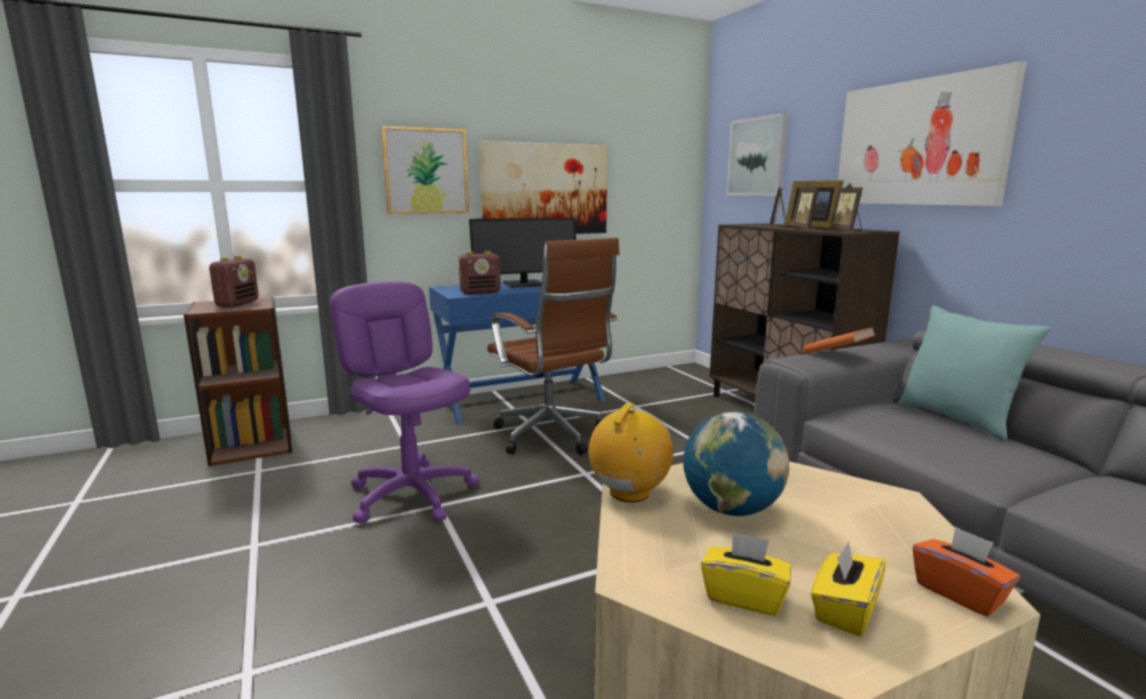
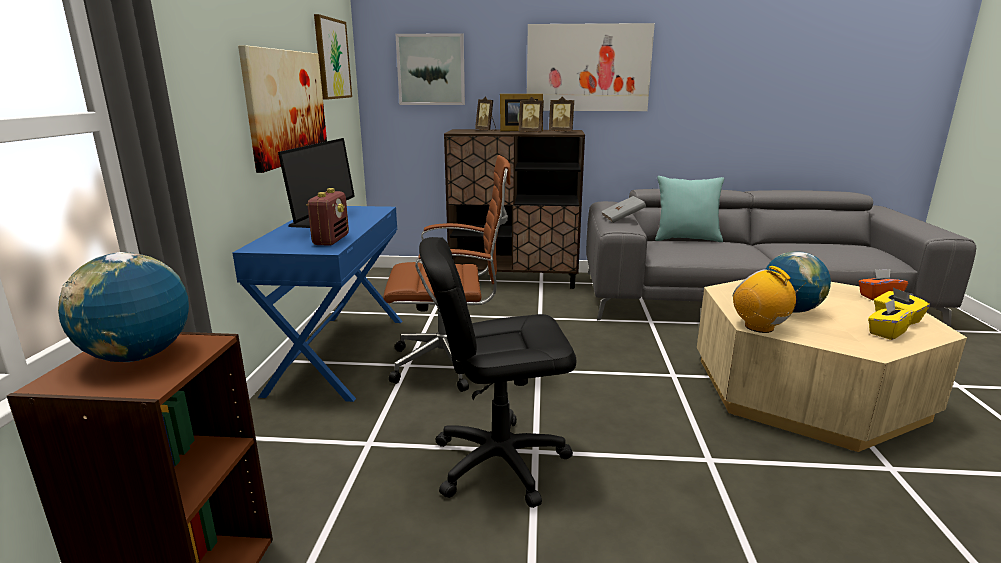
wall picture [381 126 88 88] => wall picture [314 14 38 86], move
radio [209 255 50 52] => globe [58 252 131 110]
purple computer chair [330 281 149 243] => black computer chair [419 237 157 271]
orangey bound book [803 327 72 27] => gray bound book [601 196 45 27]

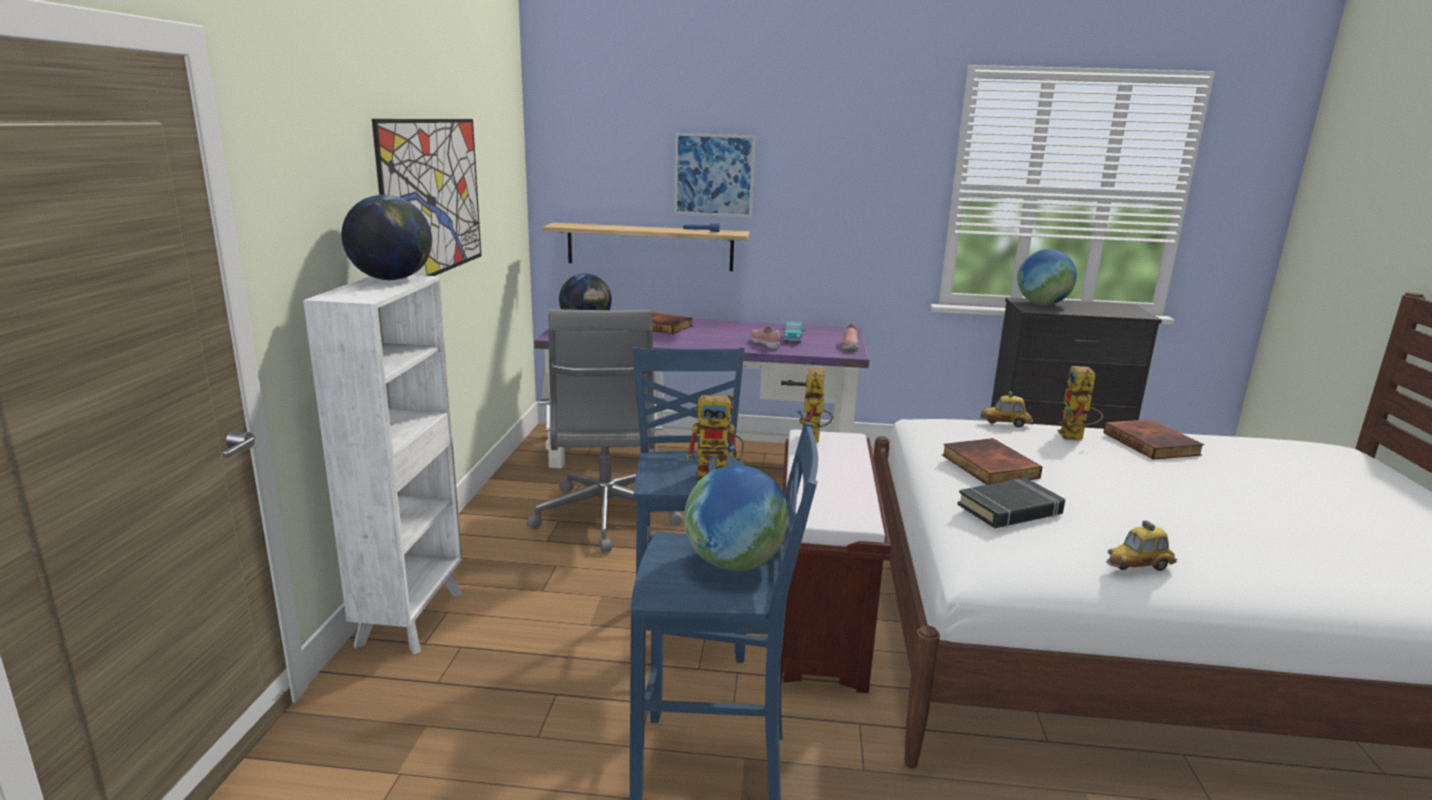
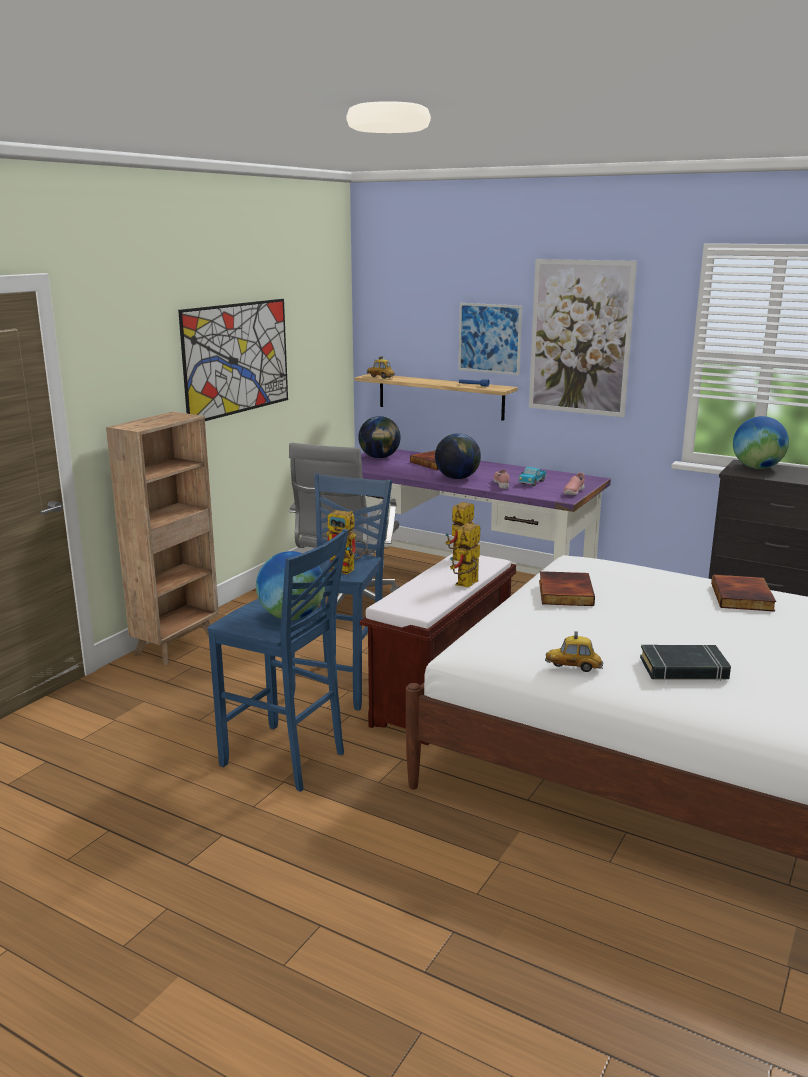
nothing => wall picture [529 259 108 158]
globe [342 195 90 85] => globe [435 433 46 46], move
black bound book [957 478 108 50] => black bound book [640 645 91 36], move
toy car [980 391 53 36] => toy car [367 356 28 23], move
model robot [1057 366 46 74] => model robot [450 523 30 64], move
white-coloured shelving unit [303 275 159 379] => brown-coloured shelving unit [106 412 113 253]

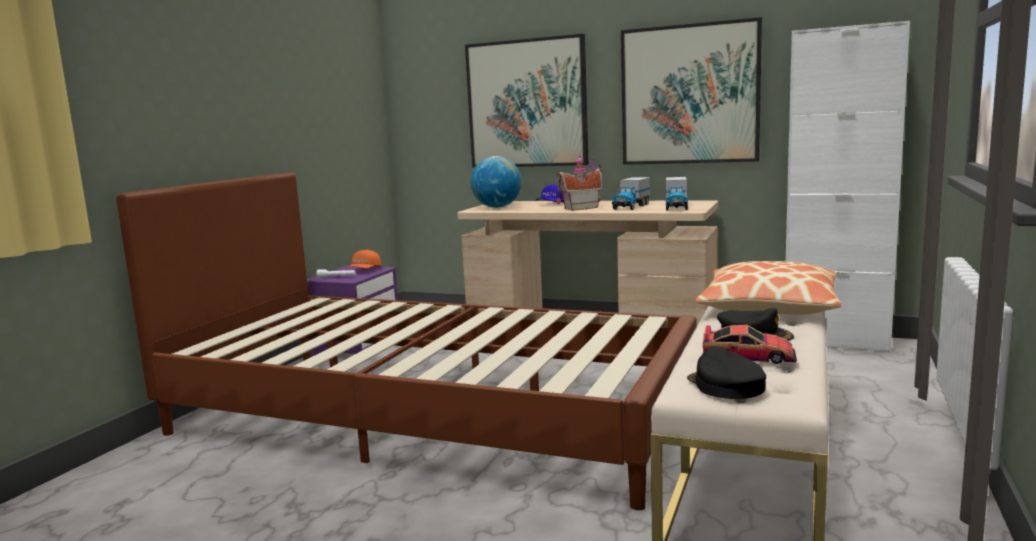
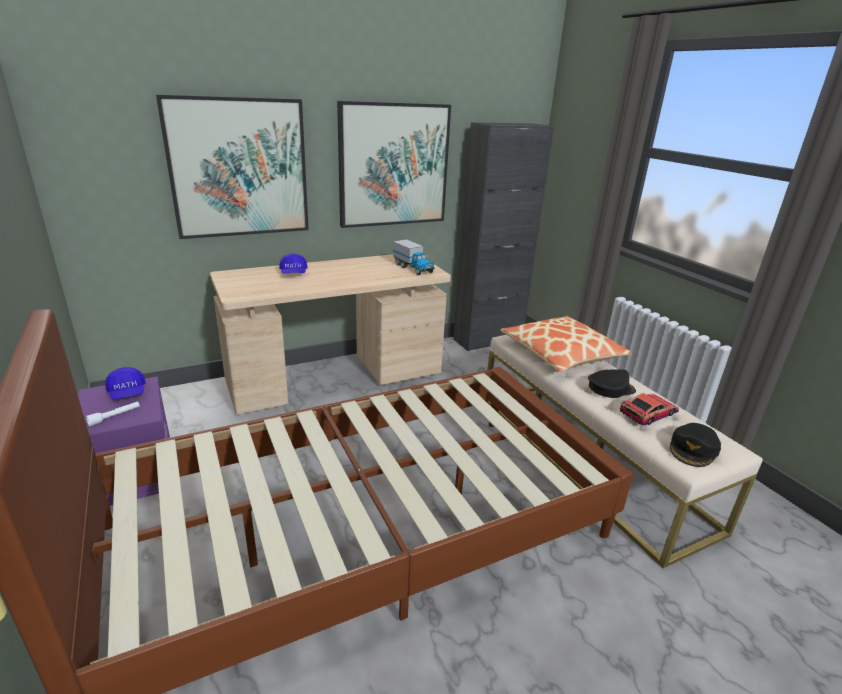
globe [471 156 51 52] => nothing
toy house [556 154 46 57] => nothing
model truck [612 177 38 33] => nothing
orangey baseball cap [347 250 35 18] => blue baseball cap [106 367 40 32]
white-coloured cabinet [786 21 124 332] => black cabinet [453 122 101 229]
black baseball cap [687 346 79 53] => black baseball cap [670 423 51 44], 75 degrees counterclockwise

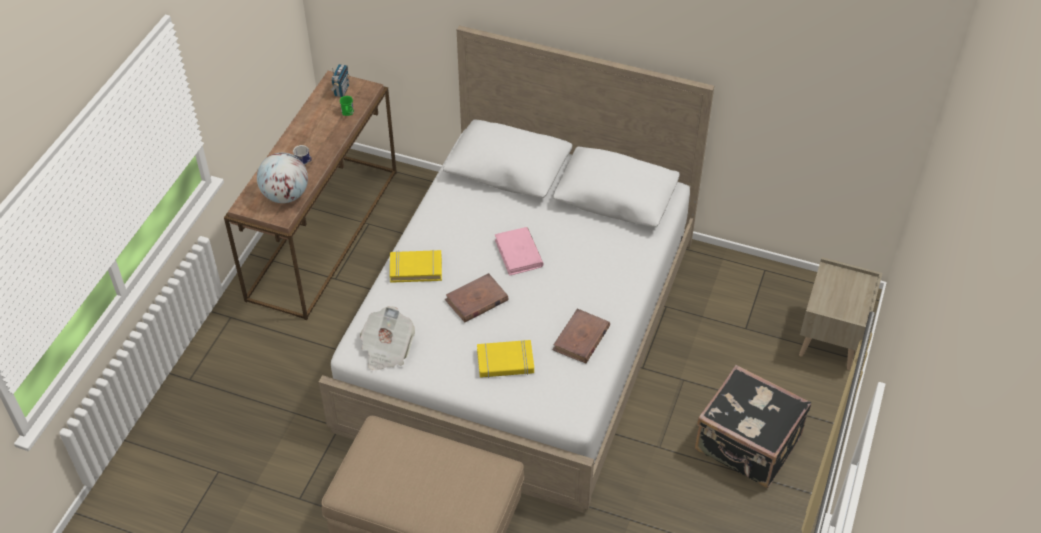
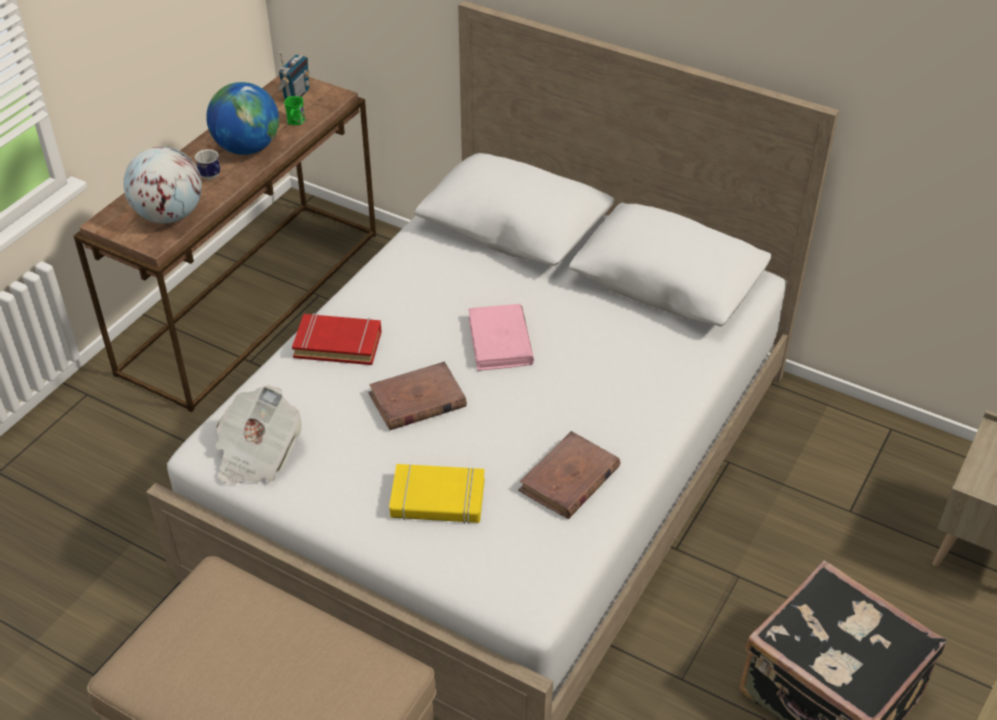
nothing => globe [206 82 73 73]
yellow-coloured bound book [390 250 52 33] => reddish bound book [292 313 90 52]

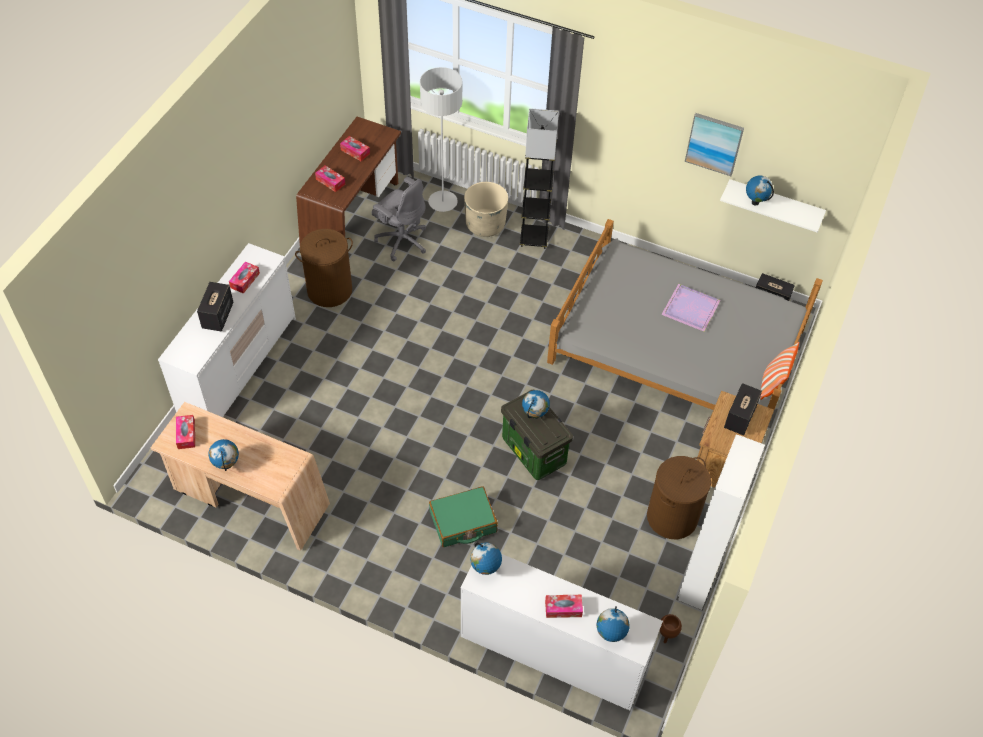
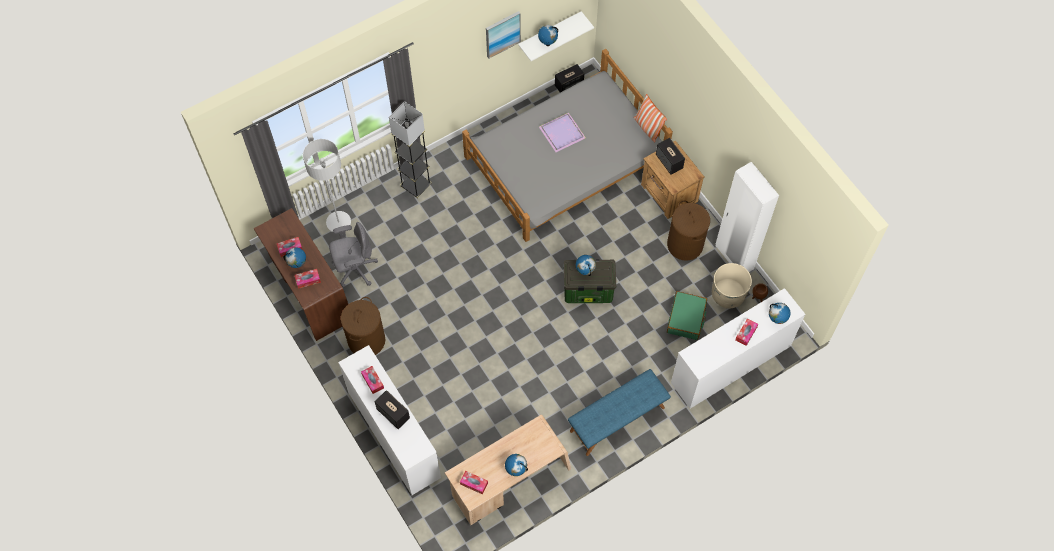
nothing => blue bench [568 369 103 87]
green suitcase [429 486 69 61] => green suitcase [667 291 40 49], move
beige flower pot [464 182 44 55] => beige flower pot [712 263 40 45], move
globe [470 543 32 32] => globe [283 247 23 21], move

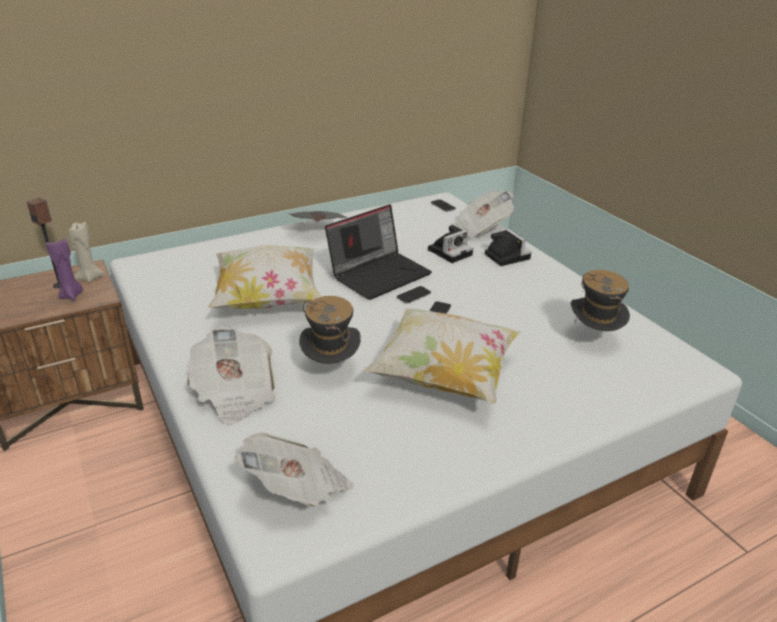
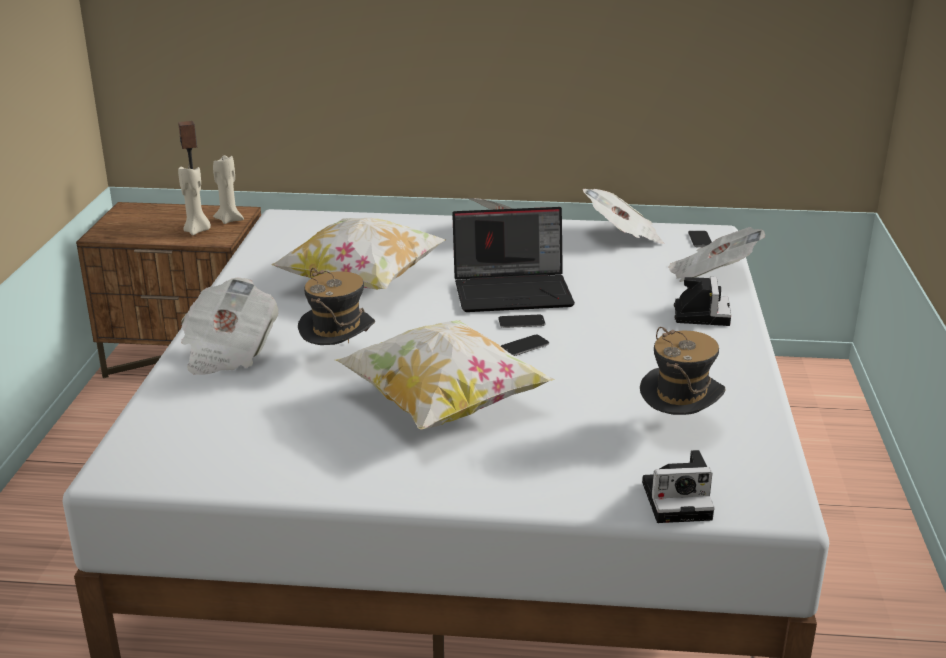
daily paper [235 433 119 74] => daily paper [583 189 81 55], move
still camera [428 225 45 38] => still camera [642 450 73 73], move
purple wax light [46 239 37 62] => beige wax light [178 164 33 71]

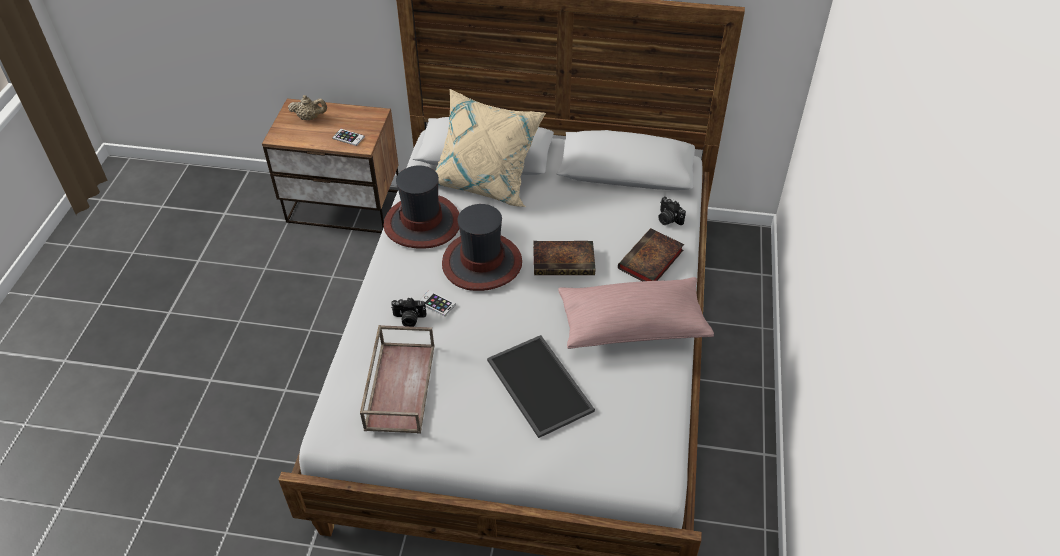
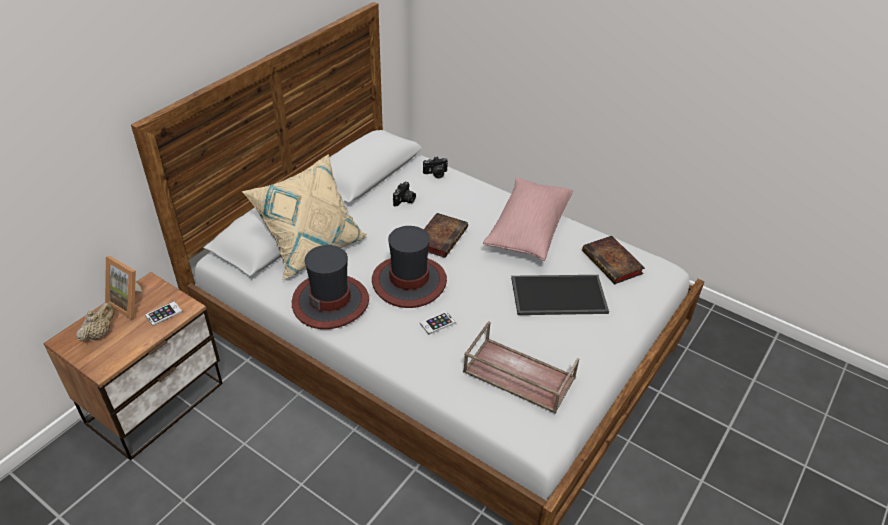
nothing => picture frame [105 256 37 64]
still camera [391 298 35 29] => still camera [393 181 23 26], move
bound book [618 228 66 53] => bound book [582 236 63 48], move

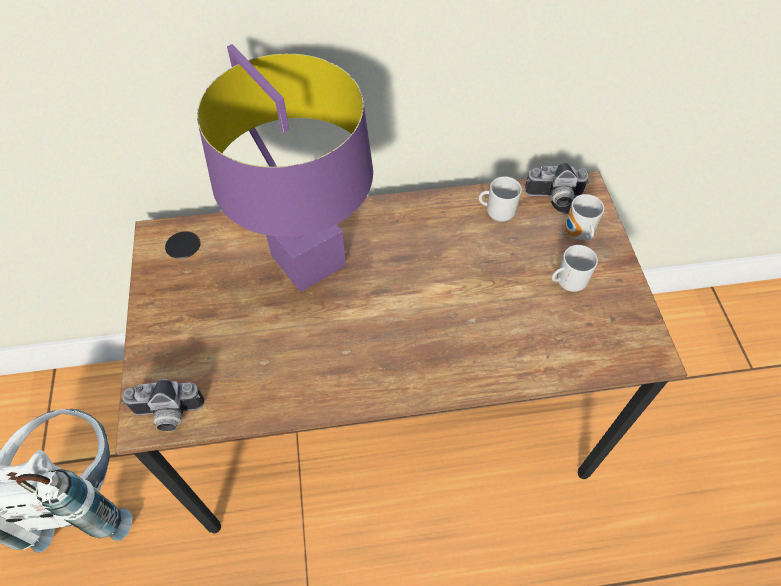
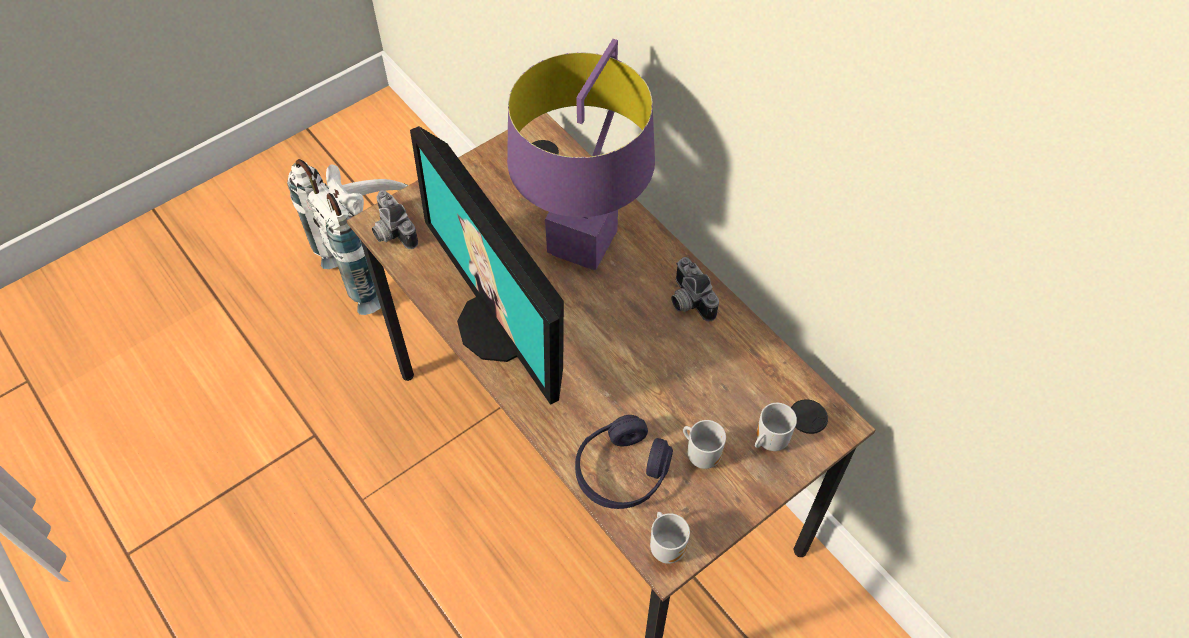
nothing => computer display [410 126 154 279]
nothing => purple headset [575 415 98 94]
tea mug [479 176 43 46] => tea mug [650 512 40 52], move
still camera [525 163 64 44] => still camera [671 257 48 64], move

